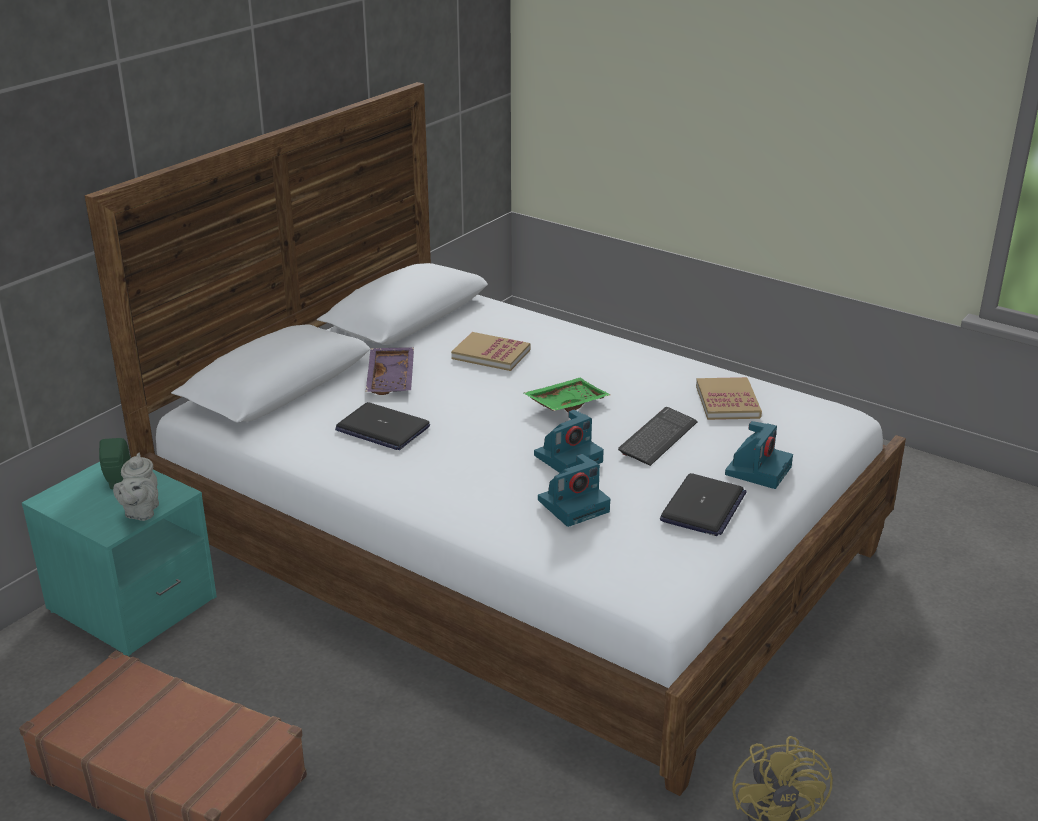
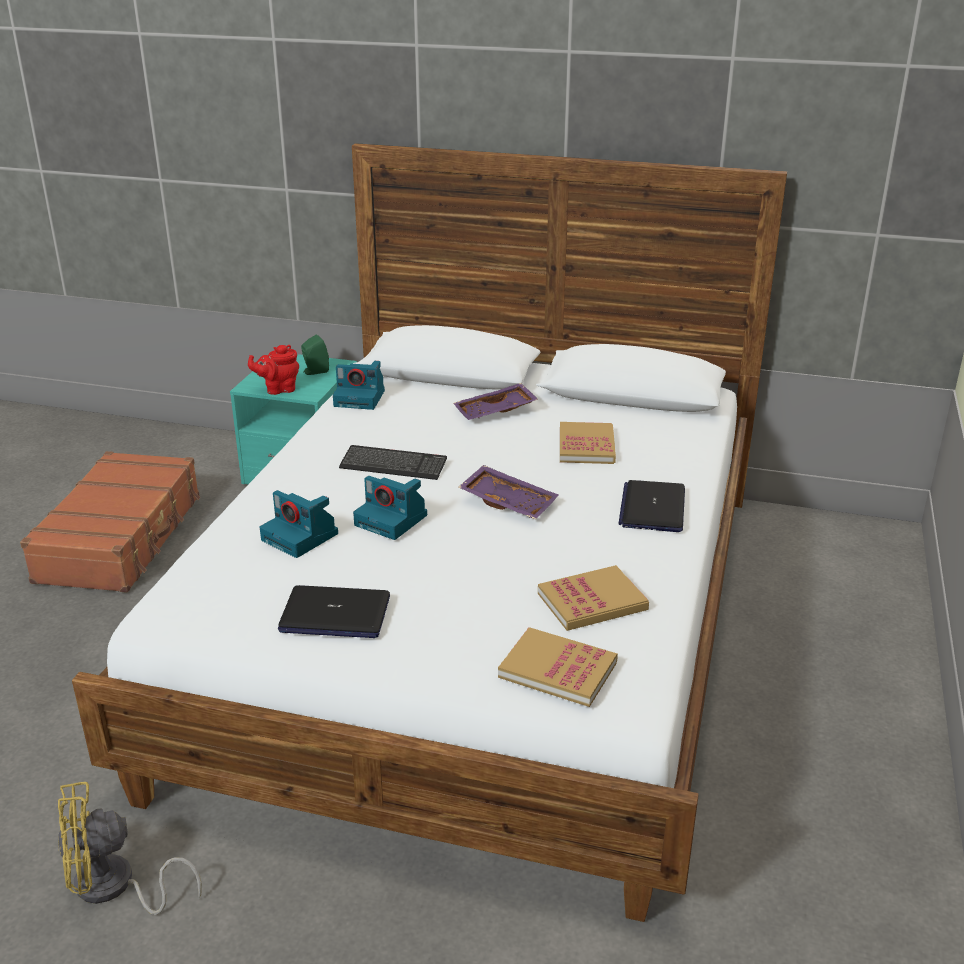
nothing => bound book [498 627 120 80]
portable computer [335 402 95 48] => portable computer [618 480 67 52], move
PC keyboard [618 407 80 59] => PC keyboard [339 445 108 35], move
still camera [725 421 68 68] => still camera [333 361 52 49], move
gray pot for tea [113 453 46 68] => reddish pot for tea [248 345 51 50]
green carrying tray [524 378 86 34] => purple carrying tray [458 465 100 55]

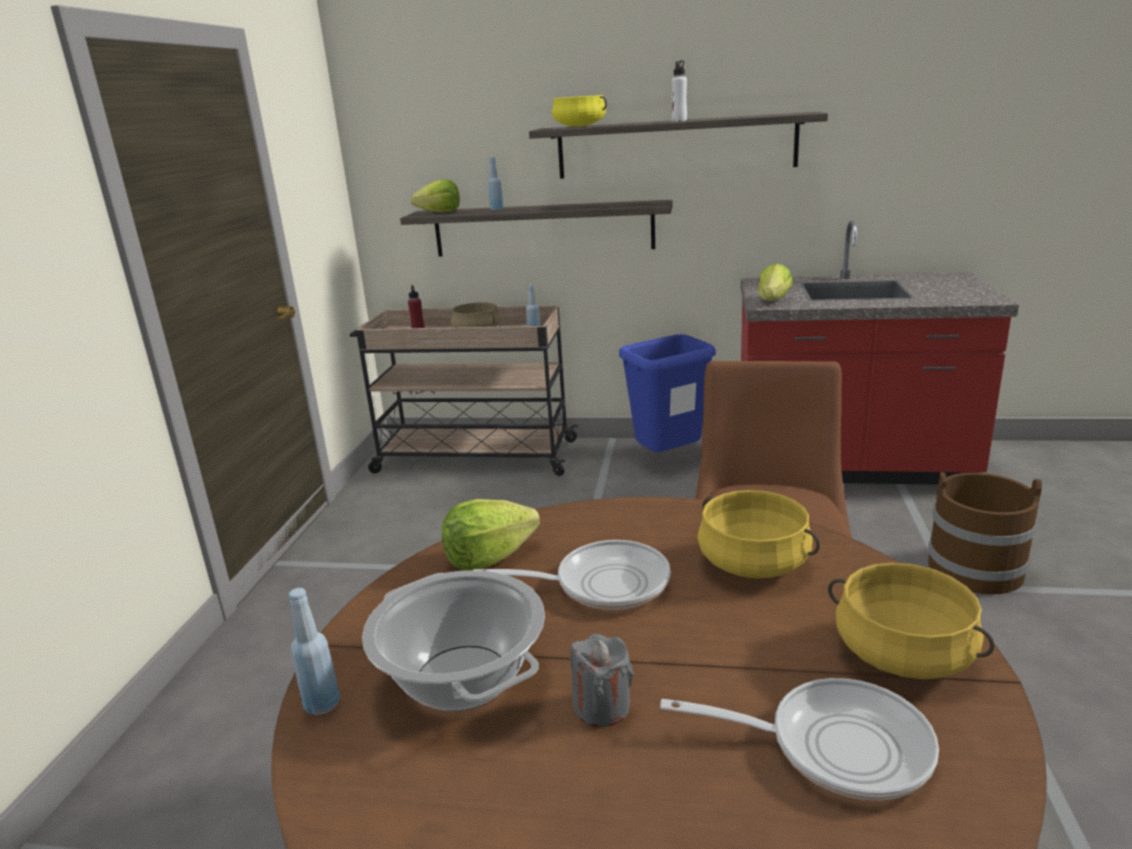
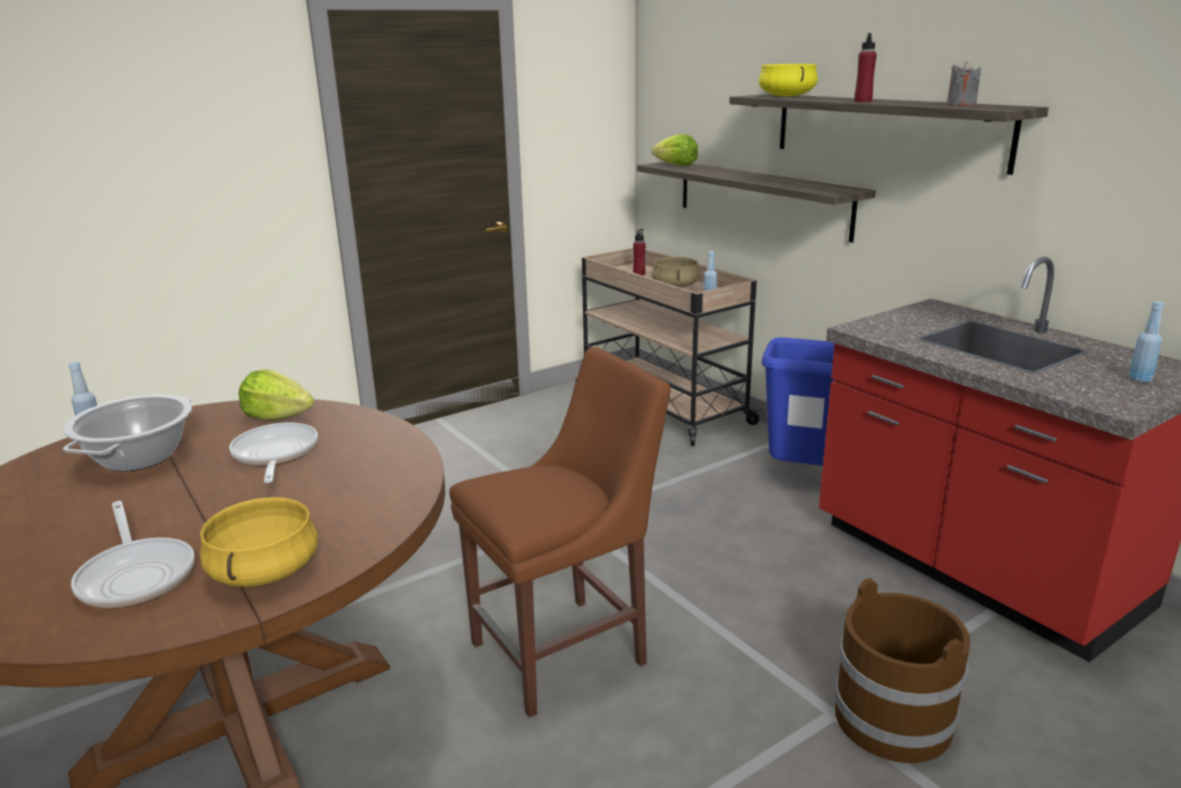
yellow-coloured stockpot [697 490 123 88] => nothing
head of lettuce [758 263 35 38] => nothing
blue beverage bottle [488 157 15 53] => blue beverage bottle [1128 301 36 82], move
gray wax light [570 634 63 93] => gray wax light [947 61 34 45], move
white-coloured beverage bottle [672 60 15 62] => reddish beverage bottle [854 33 23 69]
skillet [473 540 198 70] => skillet [229 422 89 61], 150 degrees counterclockwise

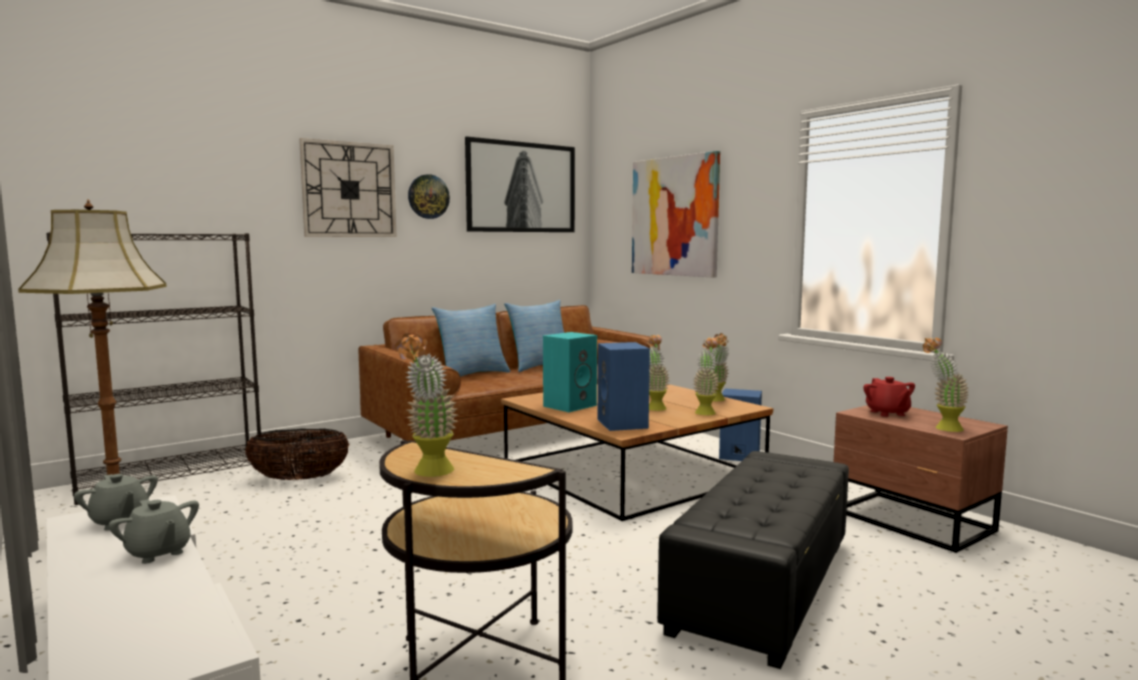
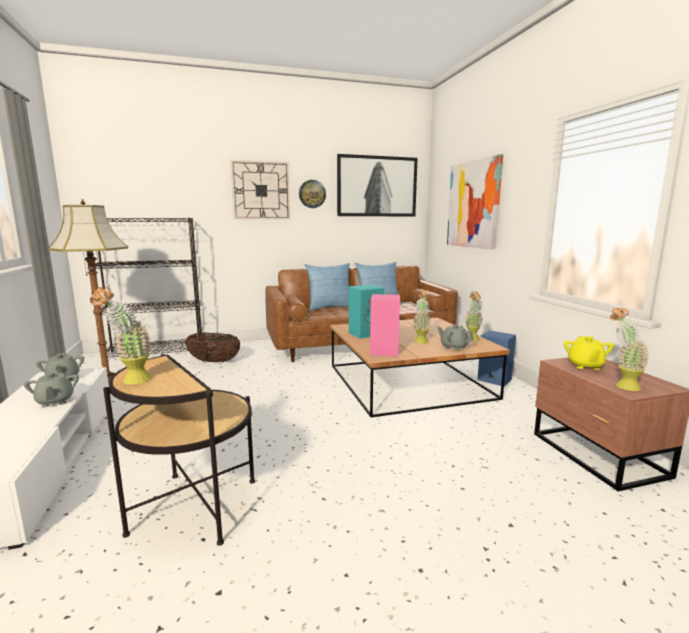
black pouffe [657 451 192 218] => nothing
houseplant [693 338 26 77] => gray pot for tea [437 325 37 26]
blue audio speaker [598 342 52 89] => pink audio speaker [370 294 30 62]
reddish pot for tea [863 377 52 40] => yellow-coloured pot for tea [564 336 50 34]

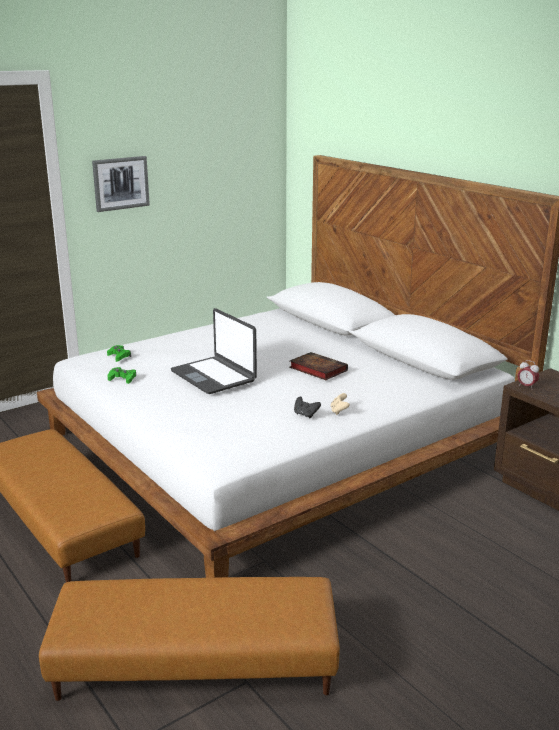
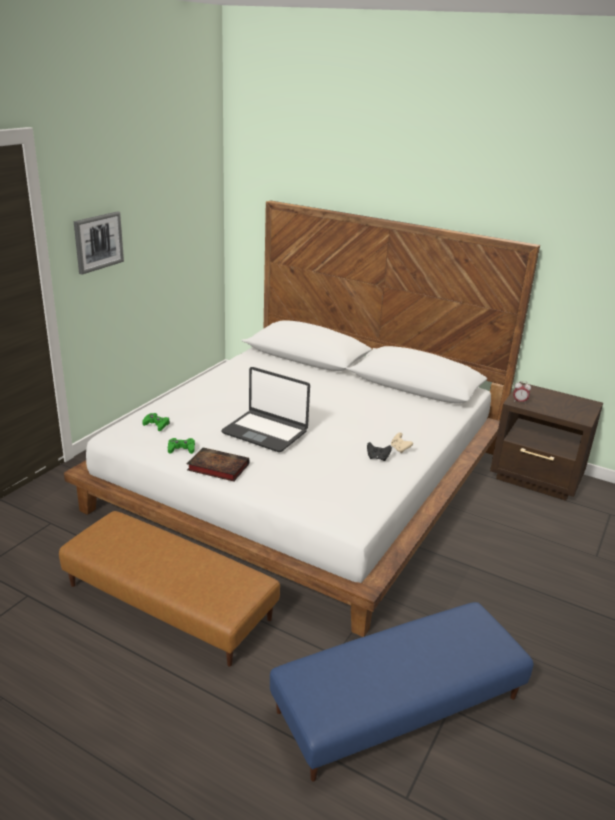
bound book [289 352 59 28] => bound book [187 447 62 34], move
brown-coloured pouffe [39 577 301 124] => blue pouffe [270 602 263 179]

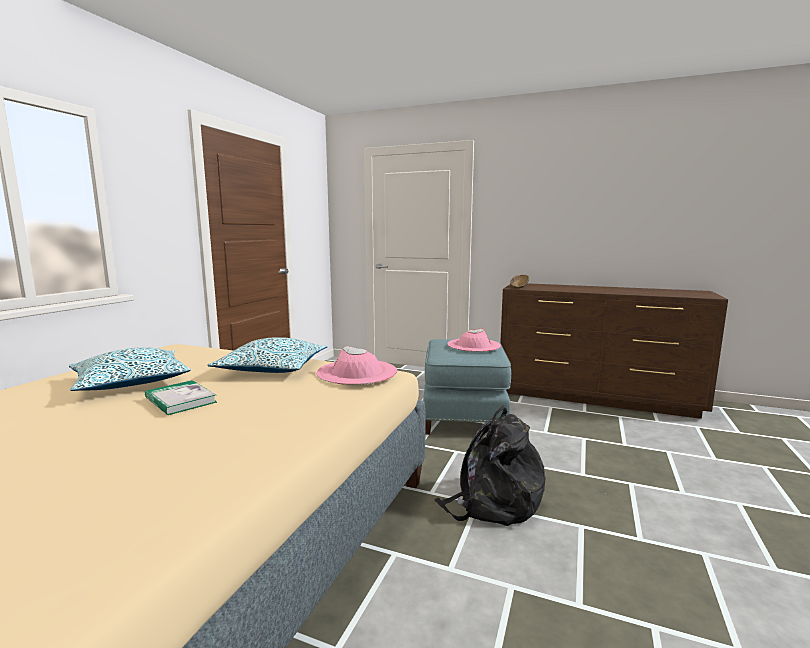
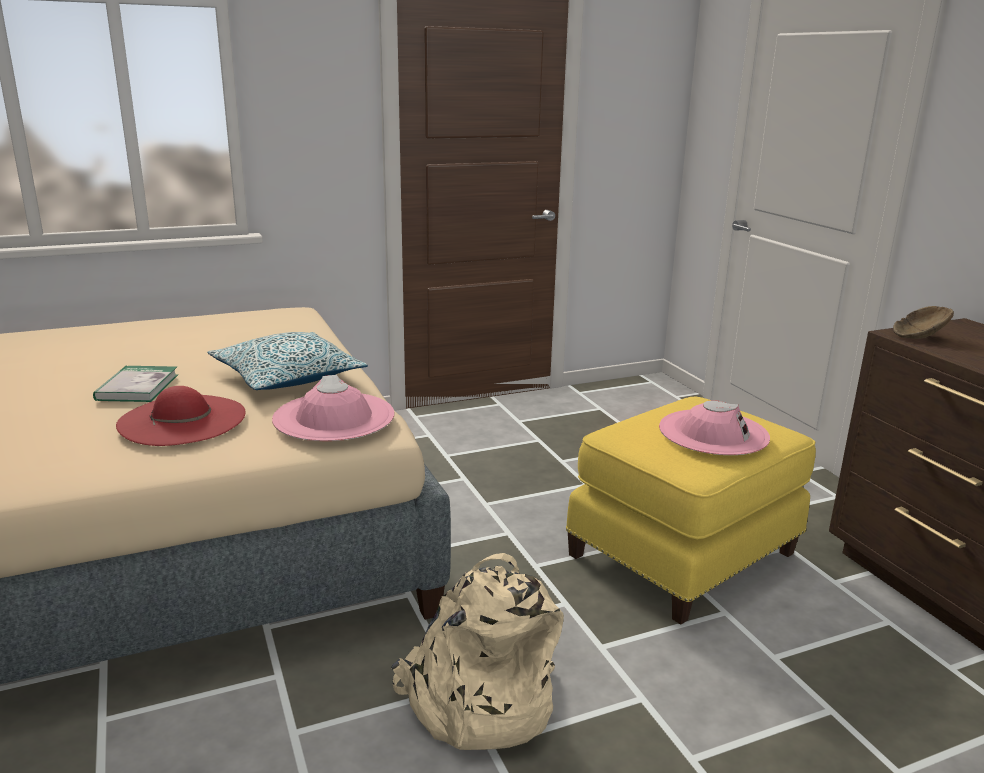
cushion [69 347 122 44] => nothing
nothing => reddish hat [116 386 130 60]
blue pouffe [423 339 88 96] => yellow-coloured pouffe [566 397 250 228]
black backpack [434 406 112 120] => beige backpack [391 553 173 197]

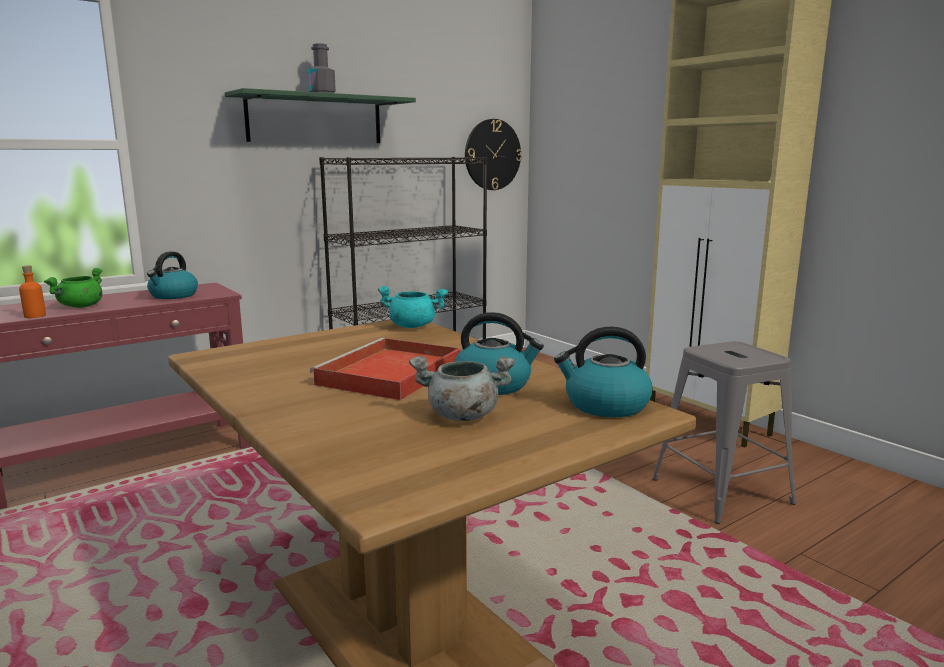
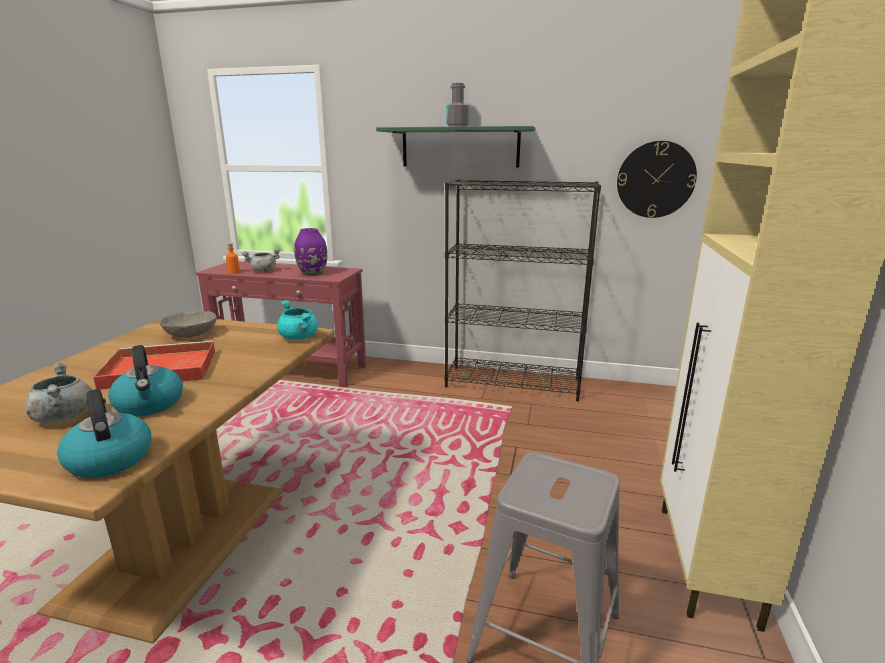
nothing => gray bowl [160 311 57 26]
tea kettle [147 252 51 47] => purple vase [294 228 33 48]
green stockpot [44 268 59 40] => gray stockpot [242 249 38 23]

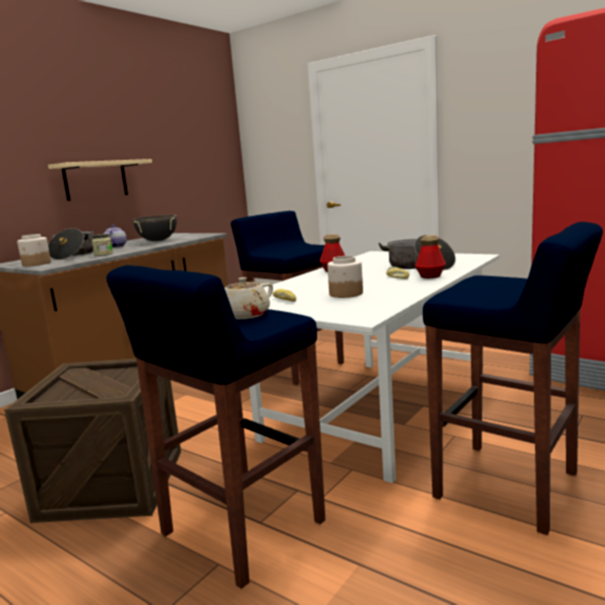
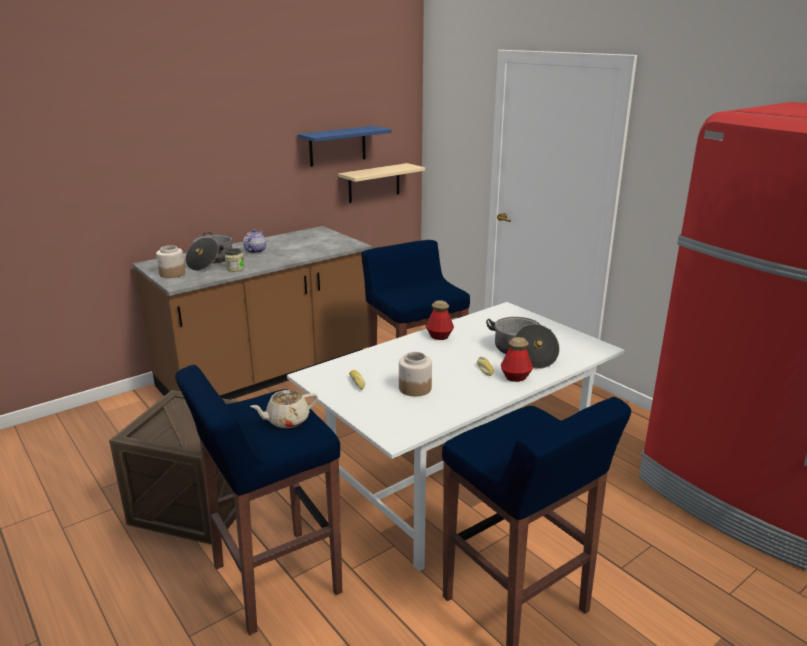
black stockpot [133 215 44 27] => nothing
nothing => blue wall shelf [298 126 94 41]
beige wall shelf [48 159 104 42] => beige wall shelf [338 163 87 40], move

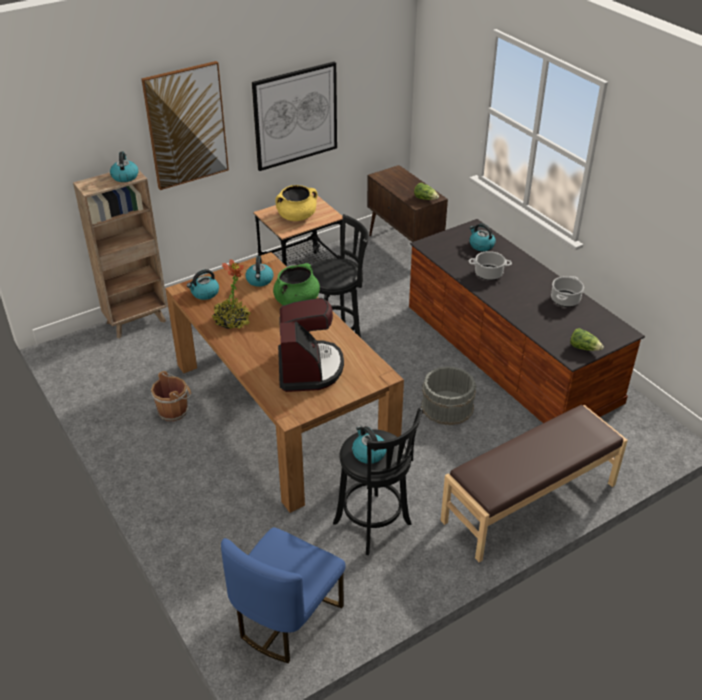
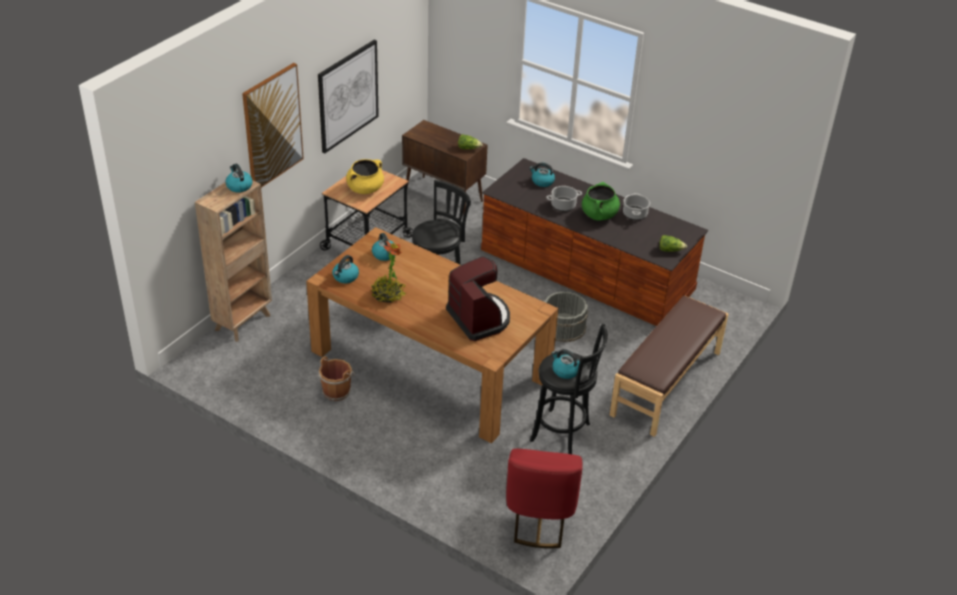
green stockpot [273 263 47 42] => green stockpot [582 182 38 39], move
blue chair [221 527 125 136] => reddish chair [506 449 77 99]

